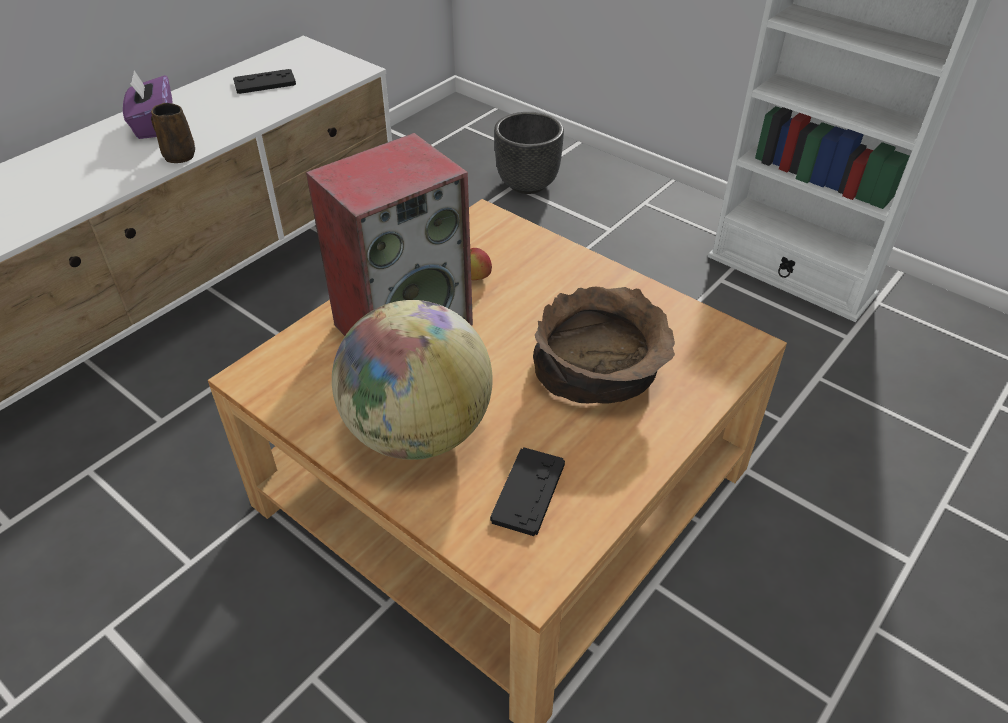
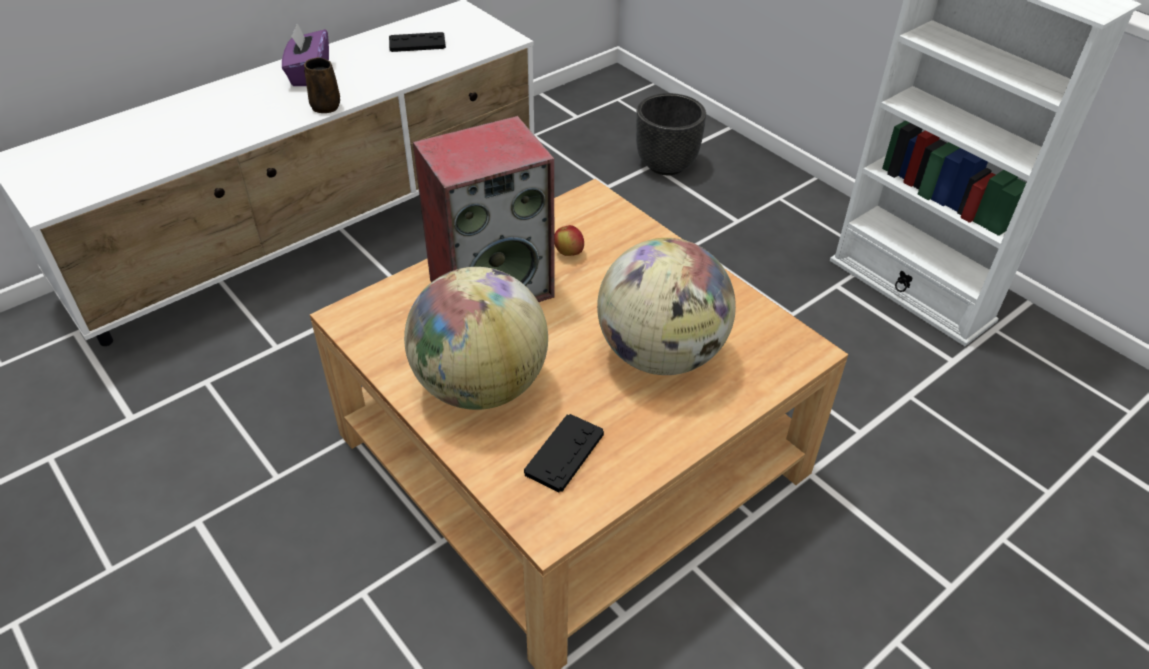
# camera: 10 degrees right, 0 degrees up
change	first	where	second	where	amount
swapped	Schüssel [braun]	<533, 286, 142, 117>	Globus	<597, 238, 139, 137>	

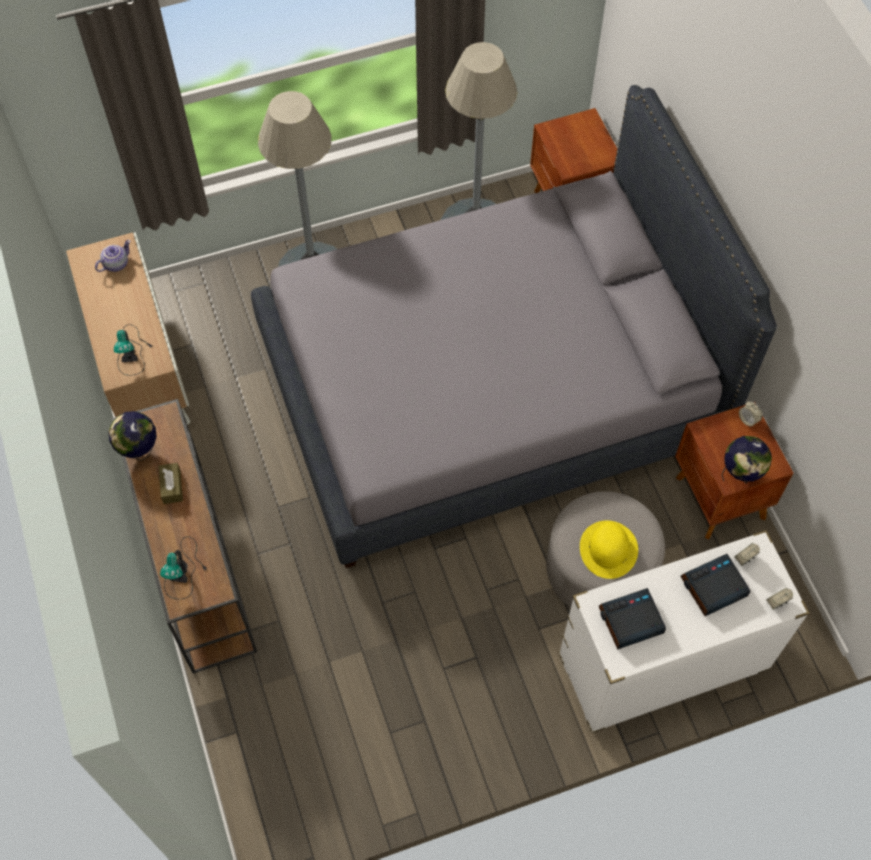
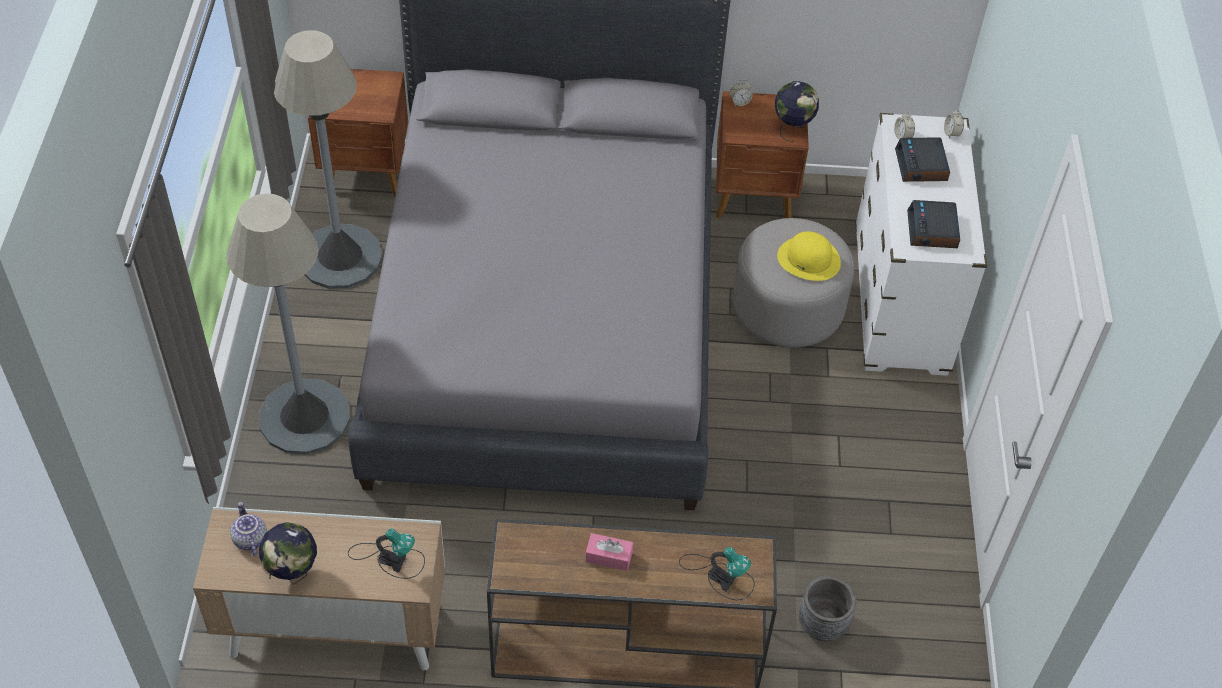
# camera: 70 degrees left, 10 degrees down
change	first	where	second	where	amount
new			Pflanzkübel [grau]	<799, 576, 57, 65>	
shifted	Globus	<108, 411, 49, 50>		<259, 522, 58, 63>	
repainted	Taschentuchbox [braun]	<159, 463, 24, 41>	Taschentuchbox [rosa]	<585, 533, 48, 38>	

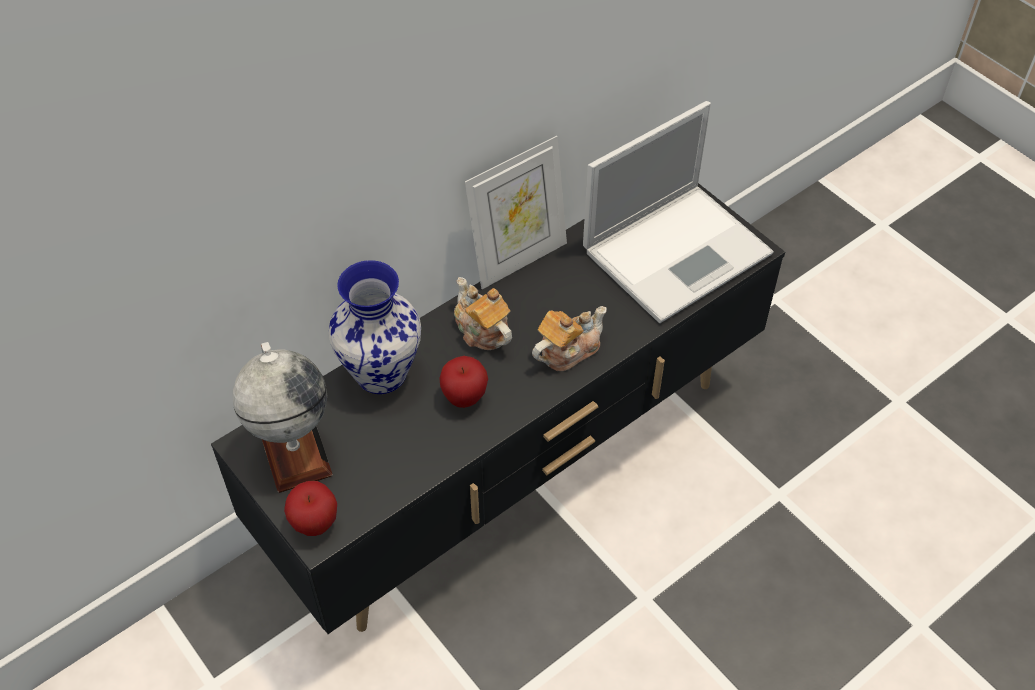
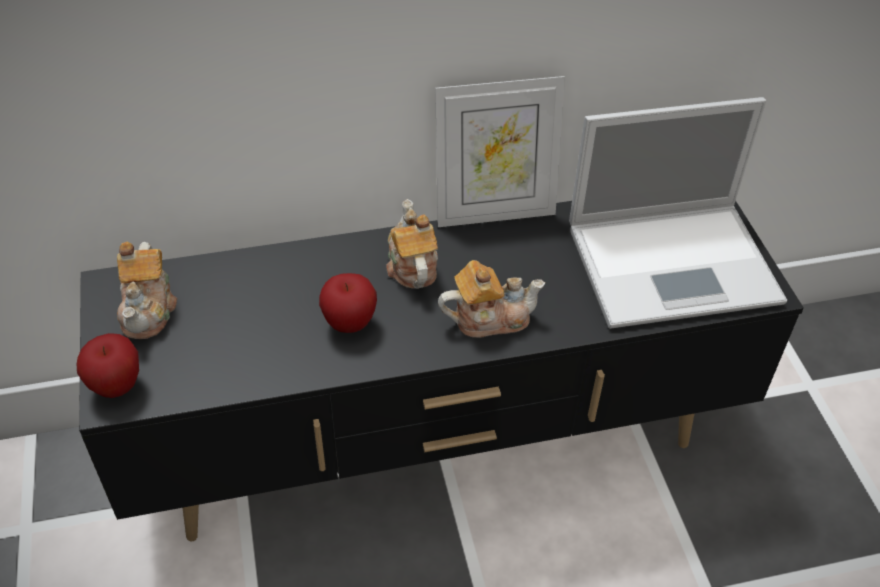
# camera: 25 degrees right, 5 degrees down
change	first	where	second	where	amount
gone	Vase	<328, 260, 93, 134>			
swapped	Globus	<232, 342, 101, 151>	Teekanne	<117, 242, 60, 97>	

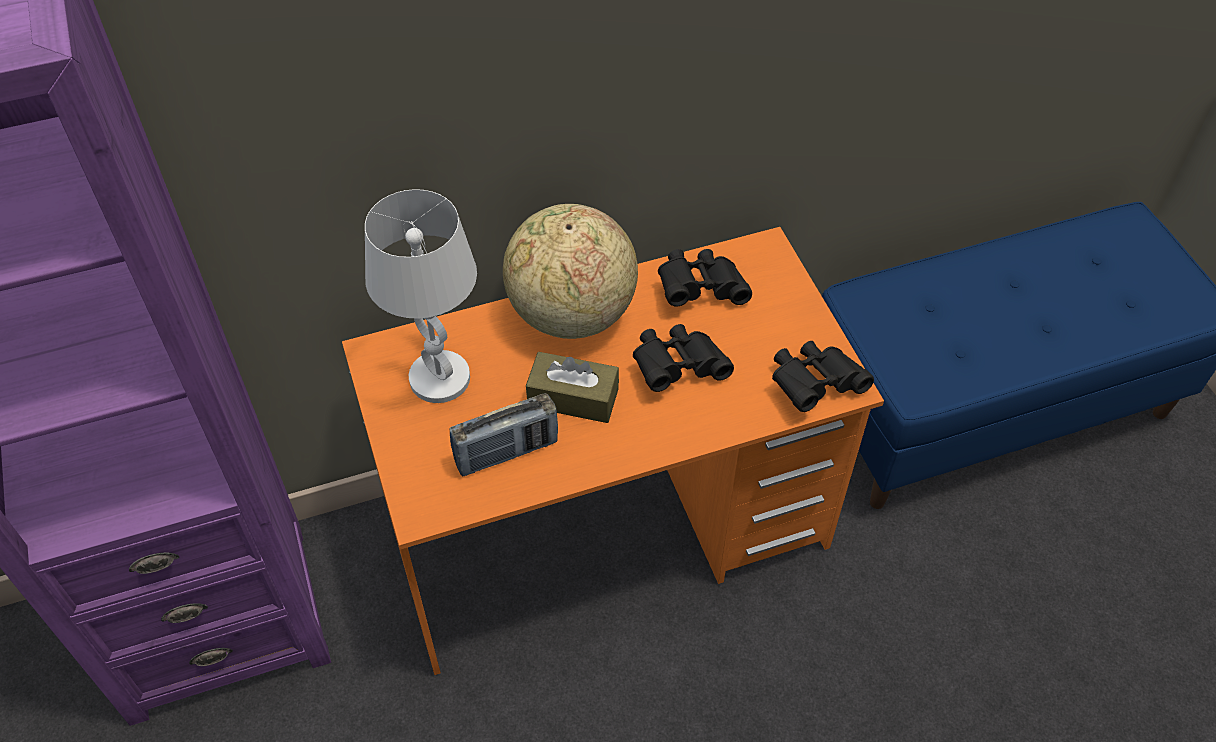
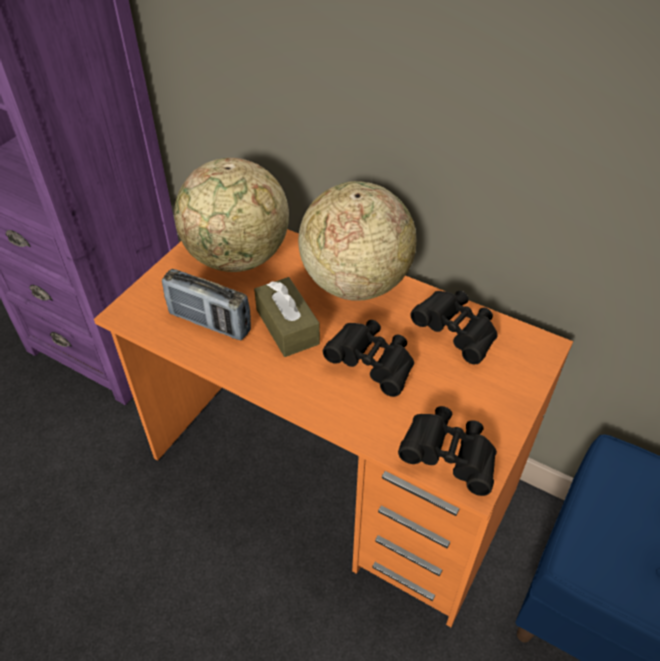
# camera: 50 degrees right, 5 degrees down
change	first	where	second	where	amount
swapped	Tischlampe [weiß]	<365, 189, 112, 214>	Globus	<174, 158, 115, 114>	

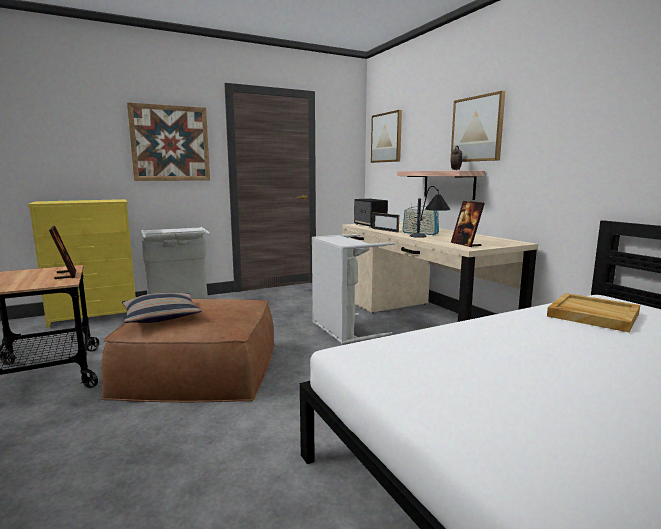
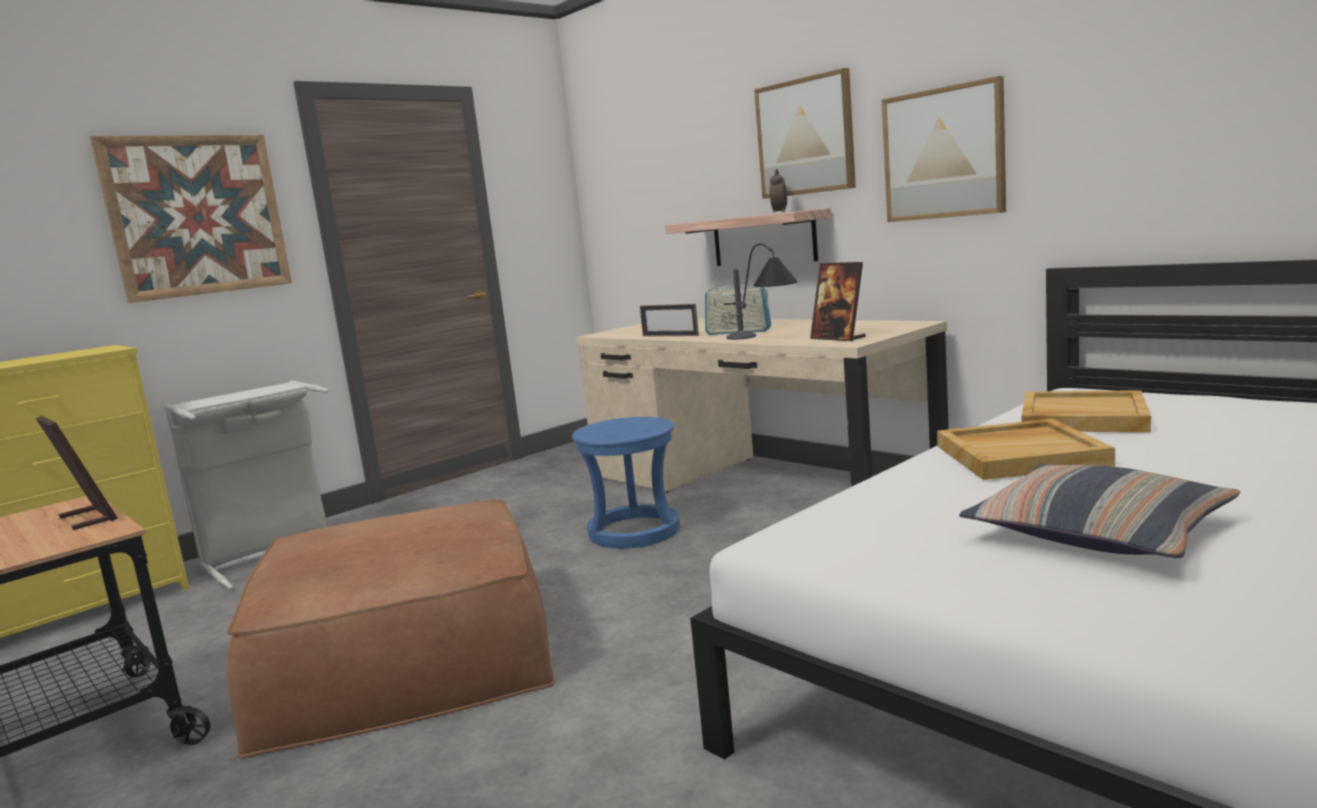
# camera: 15 degrees left, 0 degrees up
change	first	where	second	where	amount
gone	Lautsprecher	<354, 199, 34, 29>			
new			Tablett [beige]	<937, 419, 178, 61>	
shifted	Kissen	<122, 293, 80, 30>		<959, 464, 281, 94>	
shifted	Bild	<371, 110, 31, 53>		<882, 76, 124, 146>	
swapped	Wäschekorb [grau]	<312, 234, 83, 110>	Hocker [blau]	<572, 417, 108, 132>	

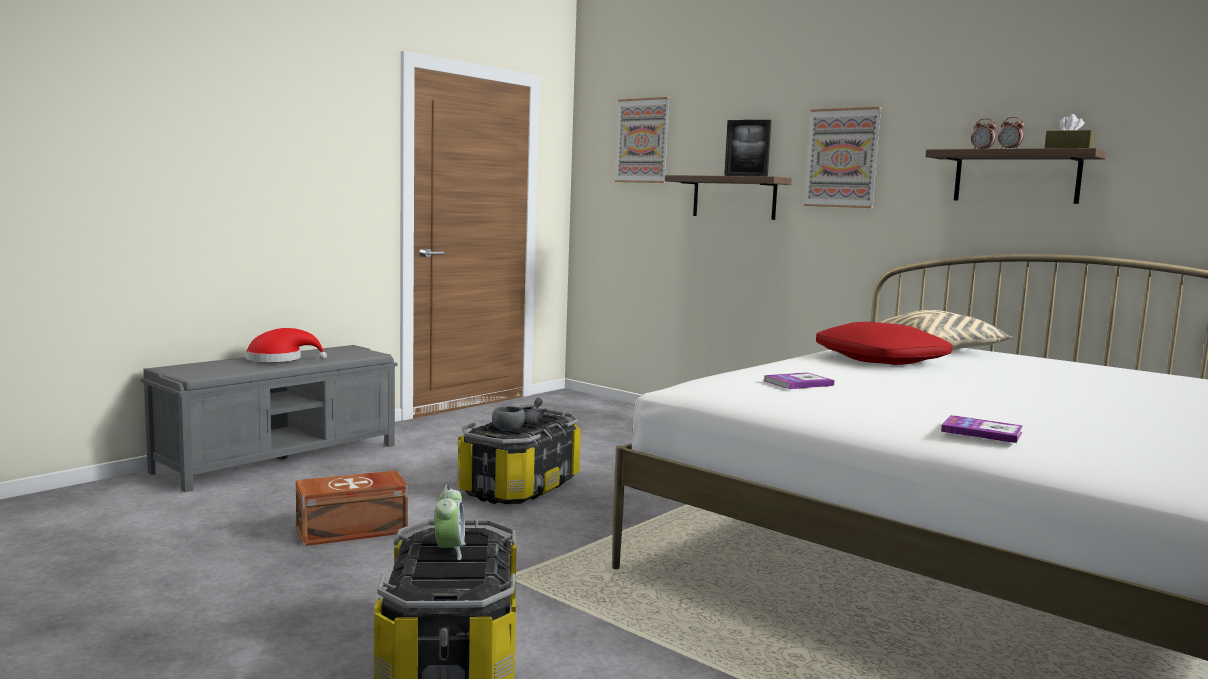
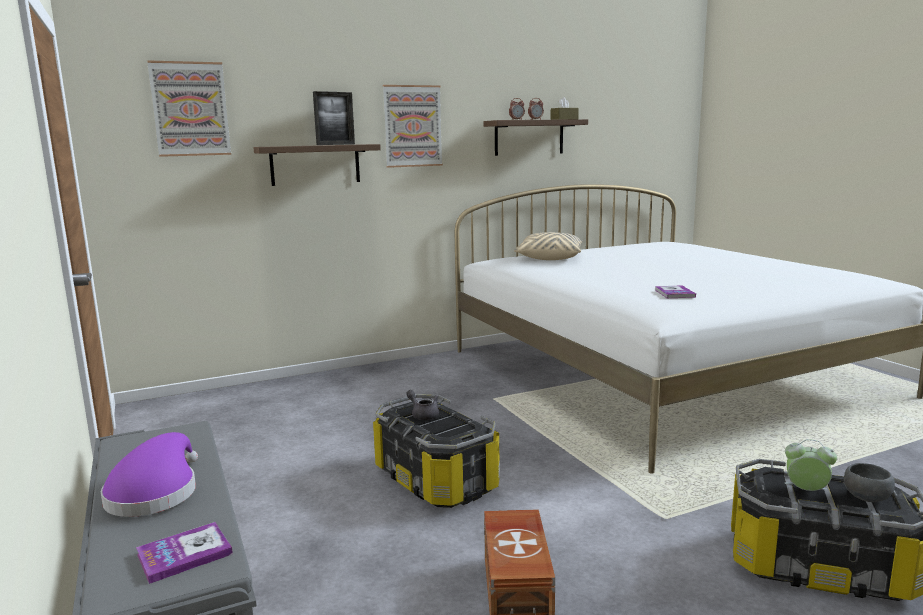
# camera: 65 degrees left, 5 degrees up
change	first	where	second	where	amount
gone	Kissen [rot]	<816, 322, 136, 43>			
shifted	Schüssel [grau]	<492, 406, 33, 25>		<844, 463, 51, 39>	
shifted	Buch	<941, 415, 82, 28>		<136, 522, 97, 62>	
repainted	Hut [rot]	<246, 328, 81, 34>	Hut [lila]	<101, 432, 97, 85>	

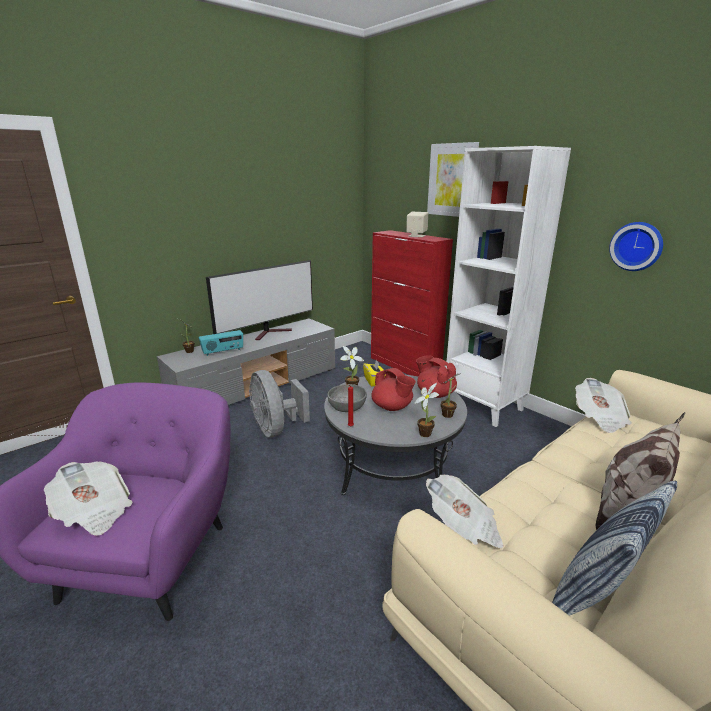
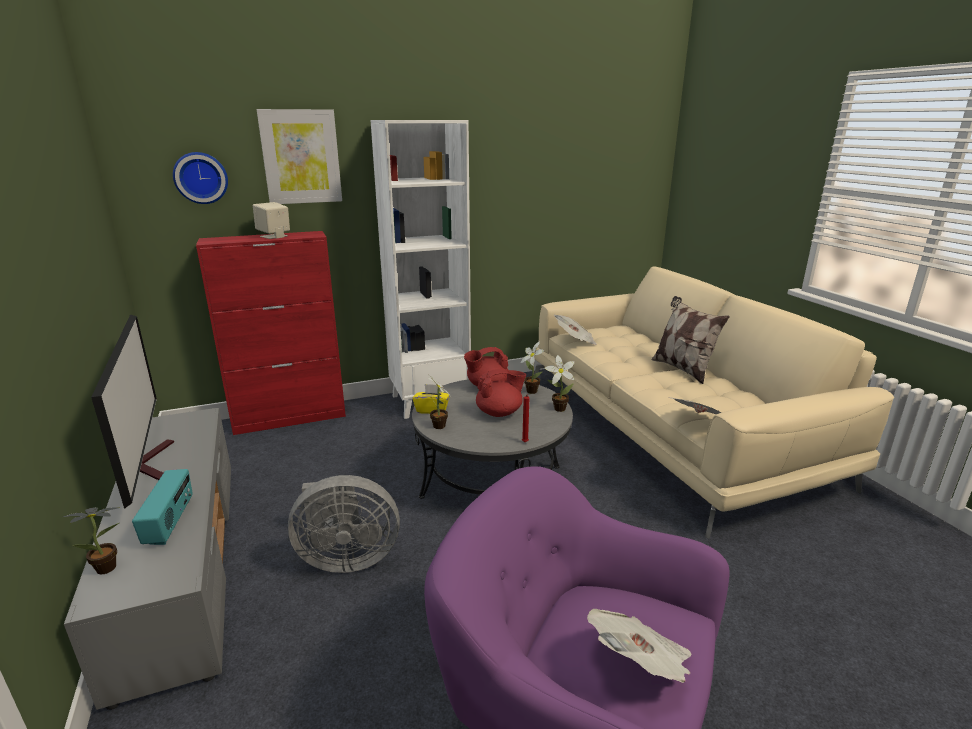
# camera: 70 degrees left, 0 degrees up
change	first	where	second	where	amount
gone	Schüssel [grau]	<327, 384, 40, 28>			
gone	Kissen	<552, 480, 125, 136>			
shifted	Wanduhr	<609, 222, 54, 49>		<173, 152, 55, 52>	

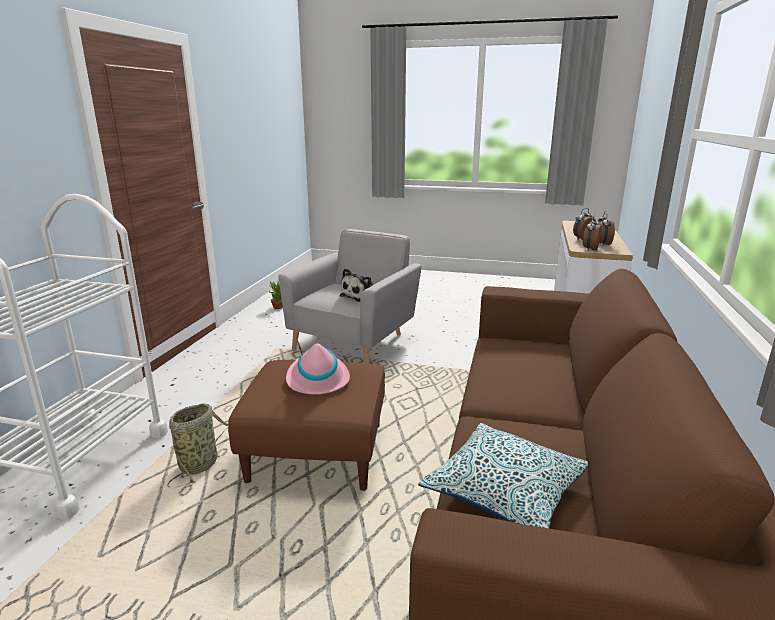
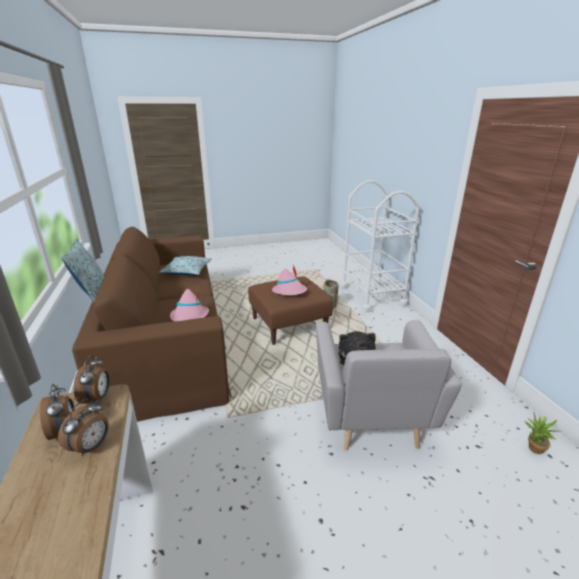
# camera: 150 degrees right, 5 degrees up
change	first	where	second	where	amount
new			Kissen	<61, 238, 43, 64>	
new			Hut [rosa]	<170, 286, 39, 36>	

